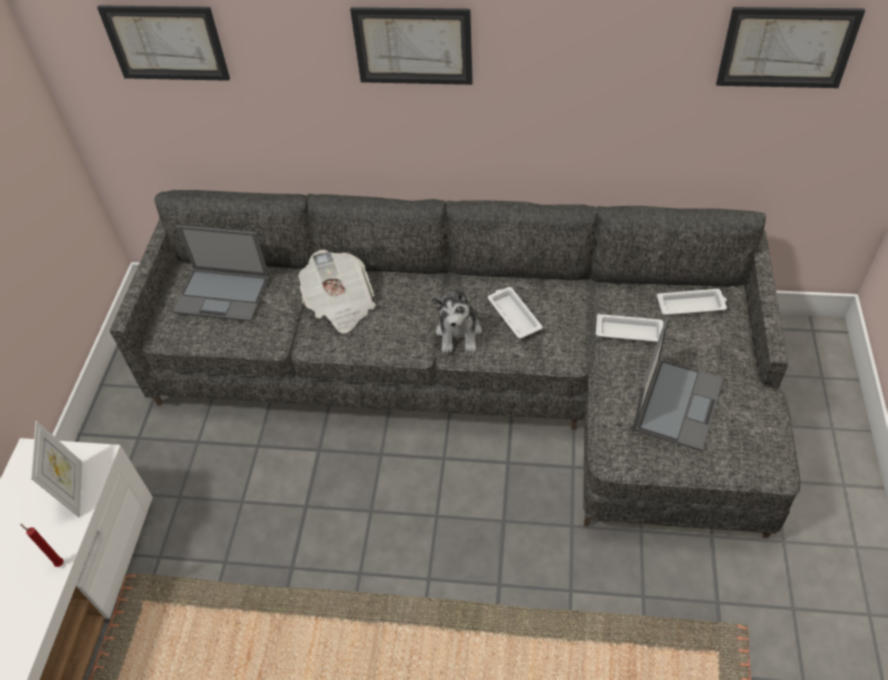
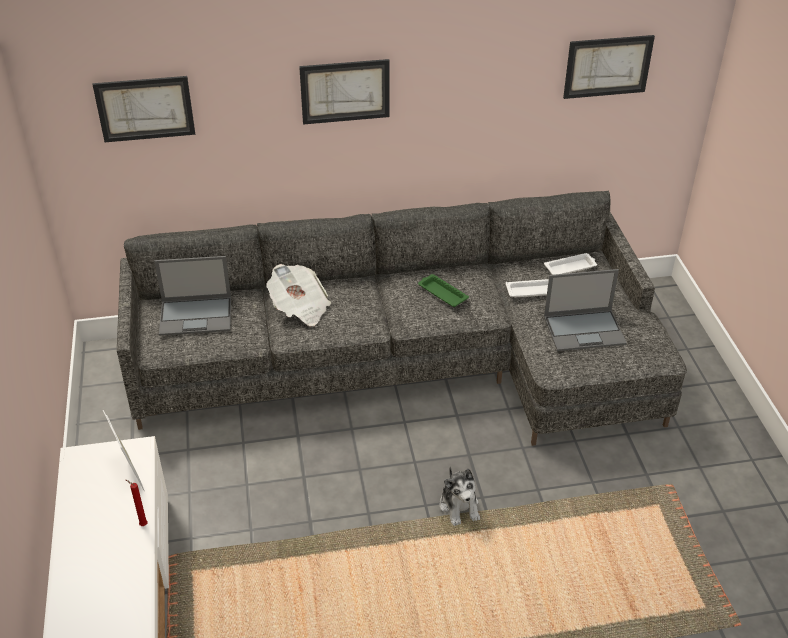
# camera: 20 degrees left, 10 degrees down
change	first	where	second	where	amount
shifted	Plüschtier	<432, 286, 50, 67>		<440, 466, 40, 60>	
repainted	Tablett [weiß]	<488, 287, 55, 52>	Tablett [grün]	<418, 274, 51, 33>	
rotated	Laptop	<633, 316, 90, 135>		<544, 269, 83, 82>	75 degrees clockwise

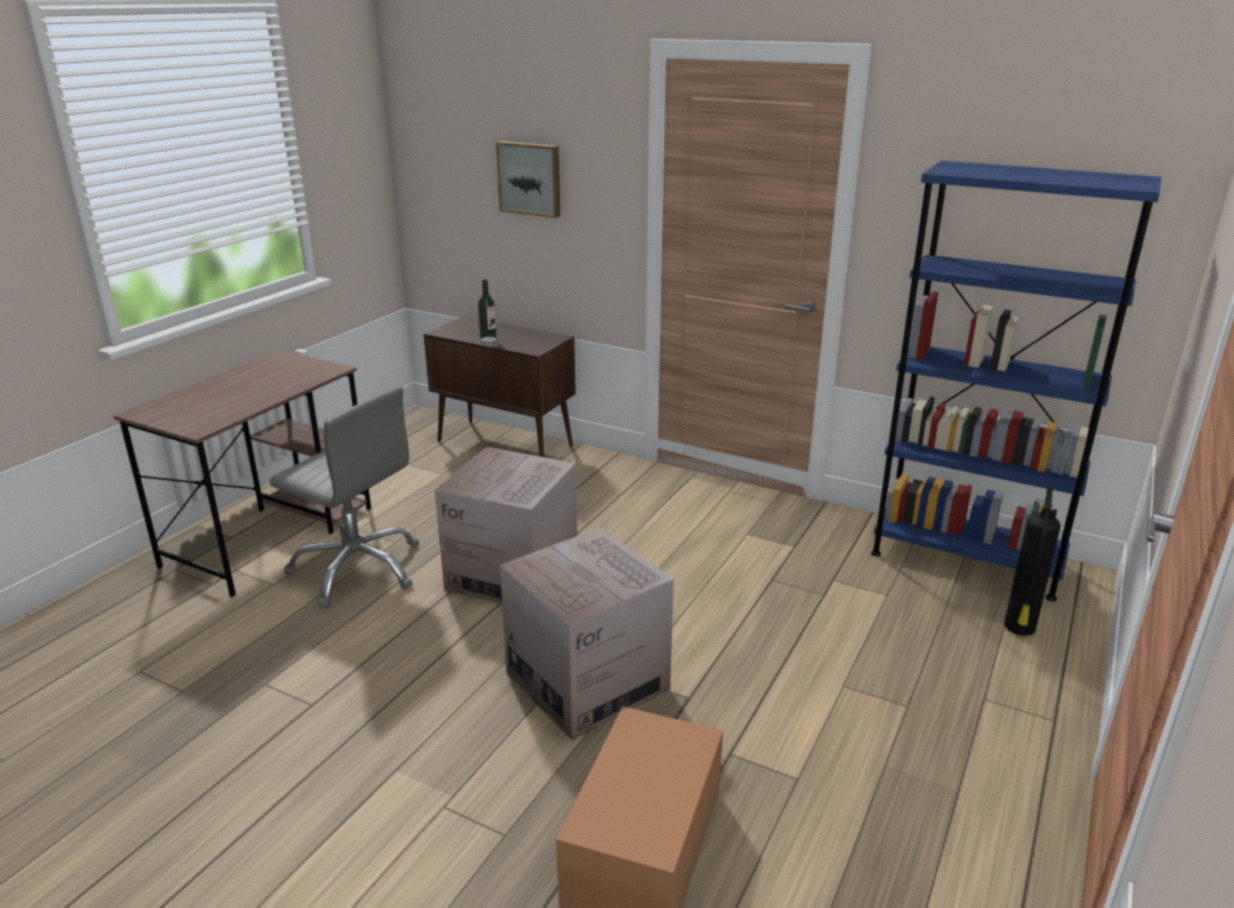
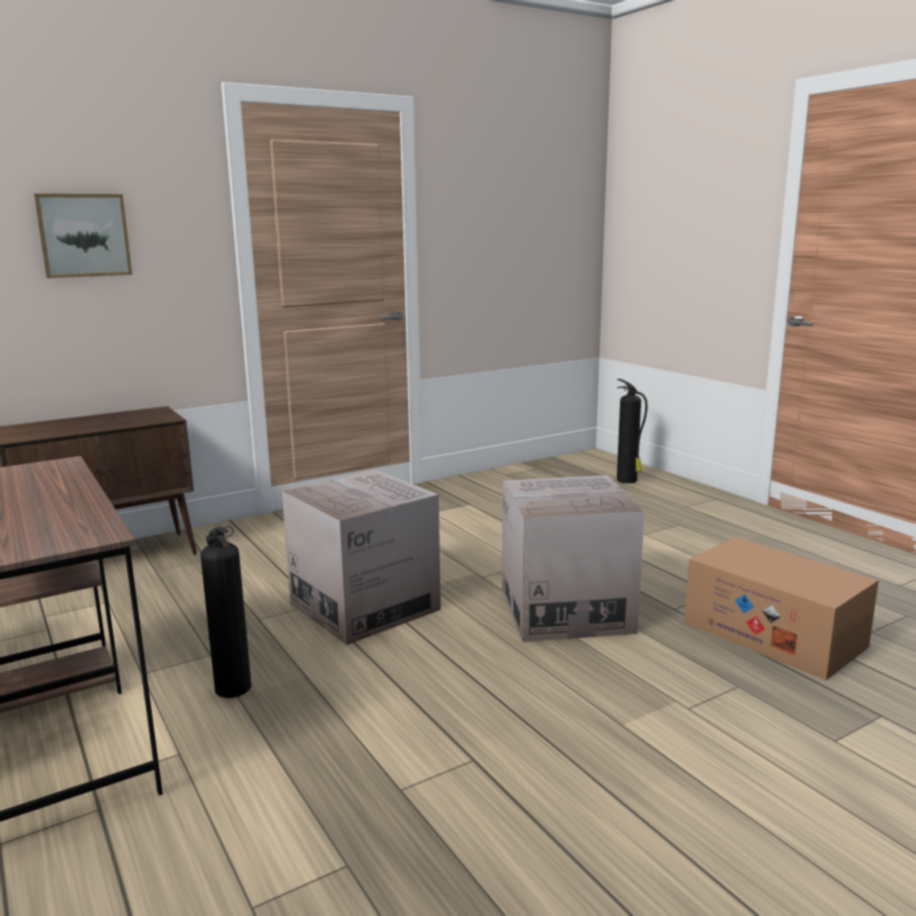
# camera: 60 degrees left, 10 degrees down
change	first	where	second	where	amount
gone	Flasche	<478, 279, 19, 63>			
gone	Bücherregal [blau]	<871, 161, 290, 441>			
swapped	Bürostuhl [grau]	<270, 387, 149, 221>	Feuerlöscher	<200, 526, 51, 172>	

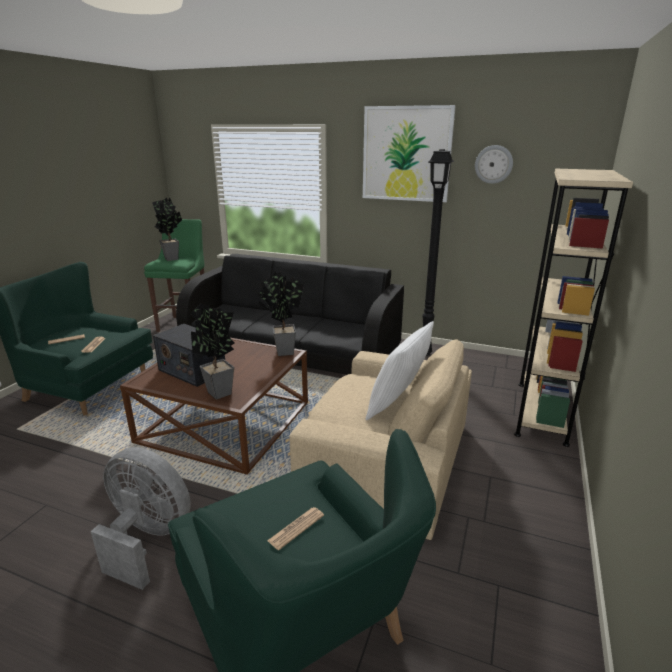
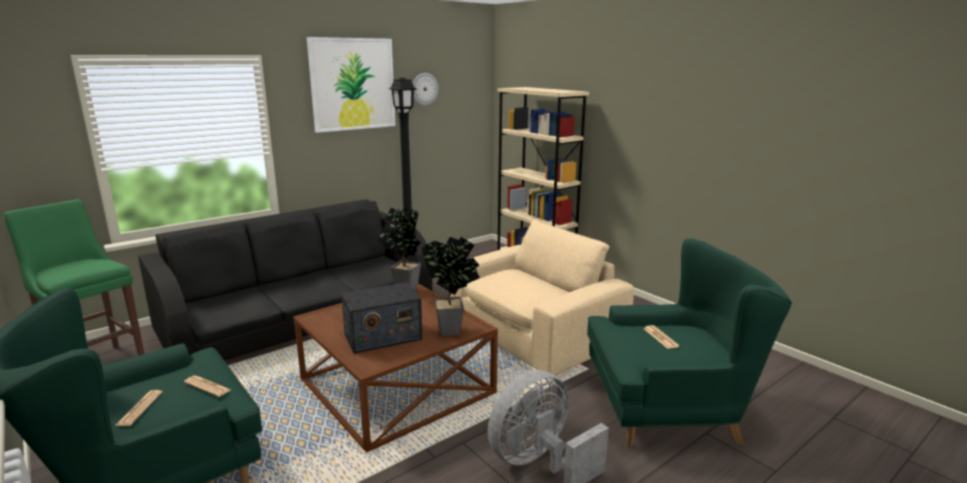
# camera: 60 degrees left, 5 degrees down
change	first	where	second	where	amount
gone	Topfpflanze	<152, 197, 30, 64>			
gone	Kissen [weiß]	<366, 321, 68, 99>			

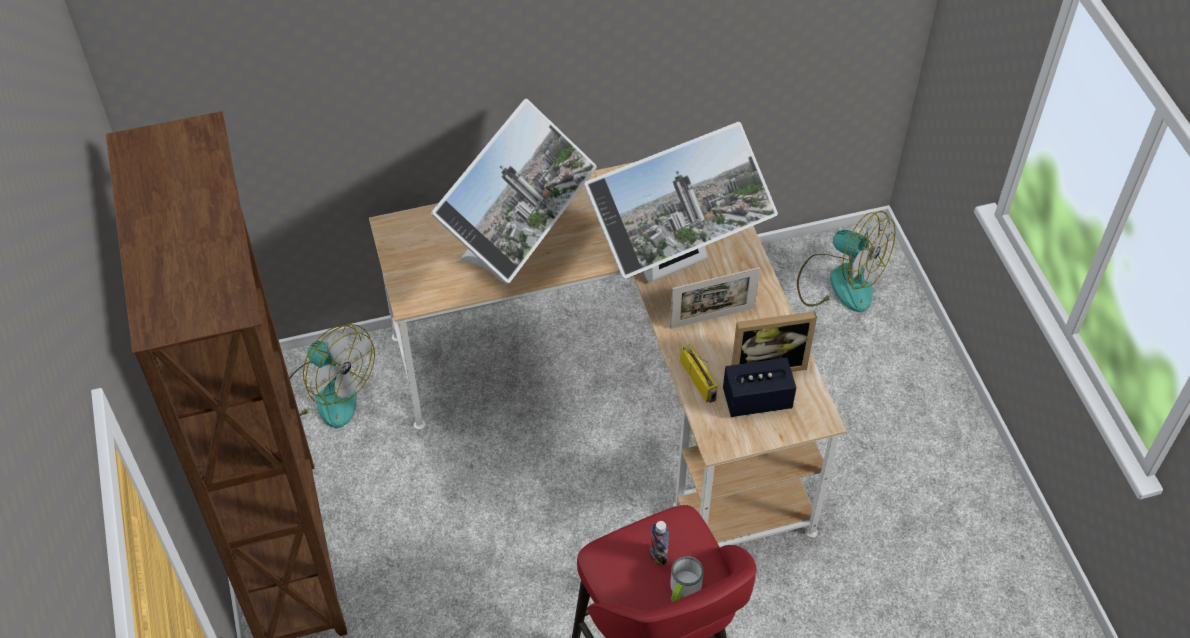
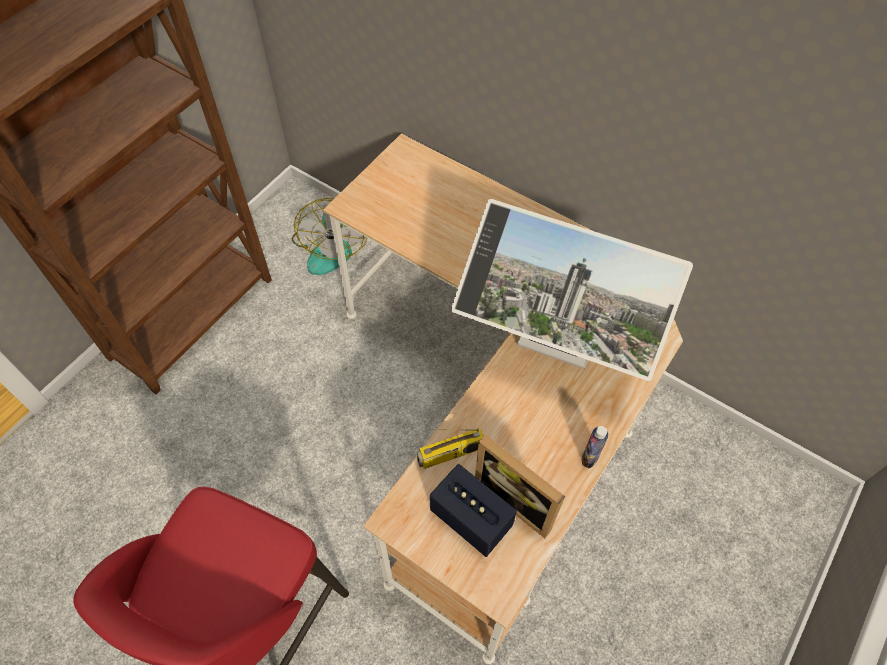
# camera: 50 degrees right, 5 degrees up
change	first	where	second	where	amount
gone	Monitor	<431, 99, 166, 185>			
gone	Bilderrahmen	<670, 267, 90, 62>			
gone	Henkelbecher	<670, 556, 34, 46>			
gone	Ventilator	<797, 211, 98, 101>			
shifted	Flasche	<650, 521, 19, 45>		<582, 426, 26, 42>	
rotated	Radio	<680, 344, 38, 59>		<417, 428, 66, 41>	45 degrees clockwise

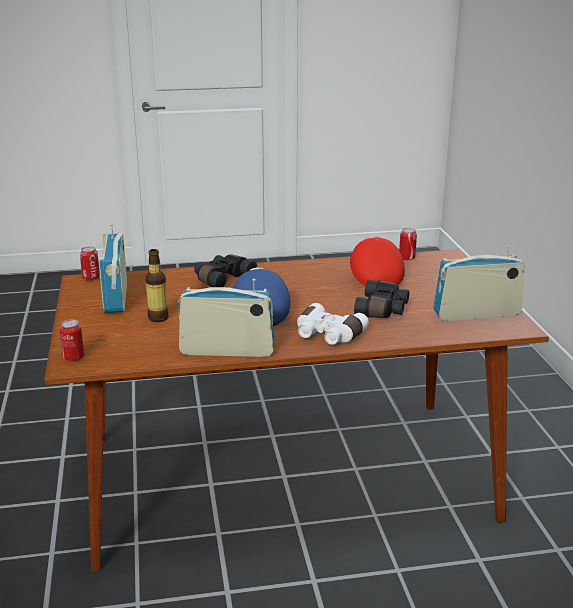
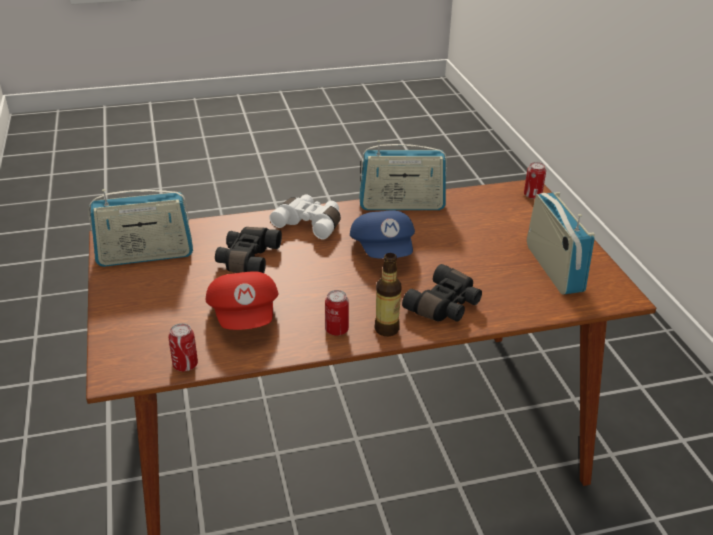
# camera: 175 degrees right, 10 degrees up
change	first	where	second	where	amount
shifted	Dose	<80, 246, 20, 35>		<325, 290, 24, 46>	
shifted	Flasche	<145, 249, 24, 73>		<374, 253, 28, 83>	

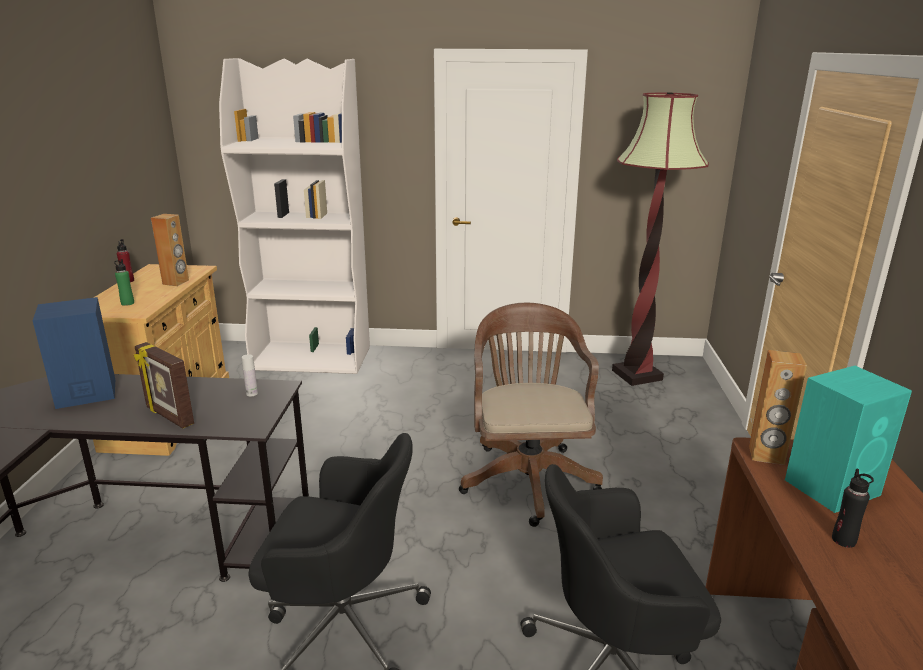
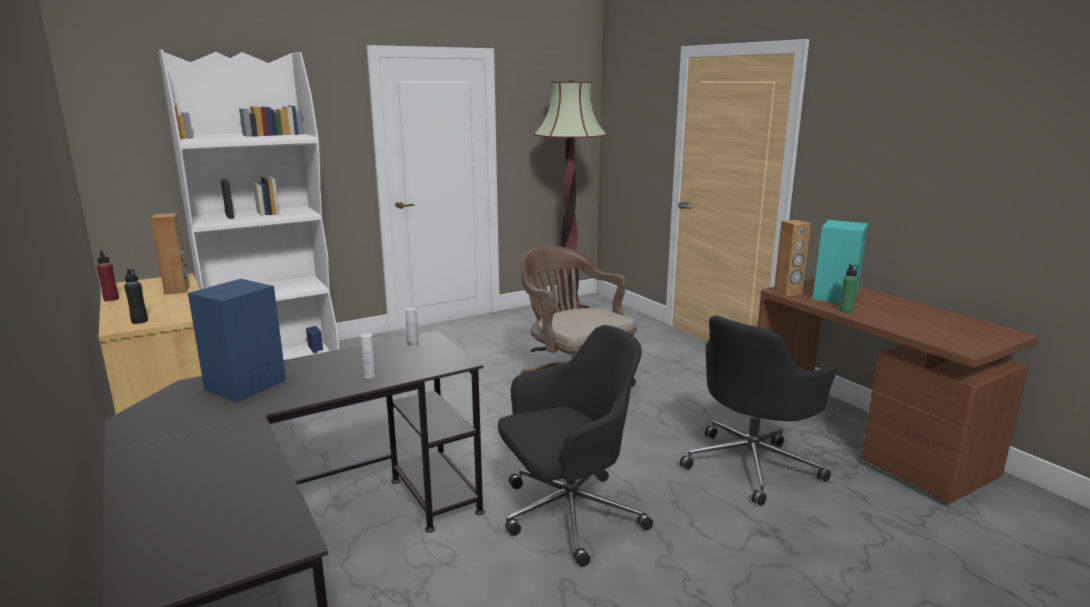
# camera: 35 degrees left, 5 degrees down
change	first	where	second	where	amount
shifted	Flasche [grün]	<114, 259, 20, 47>		<839, 264, 19, 49>	
shifted	Flasche [schwarz]	<832, 469, 42, 79>		<124, 269, 24, 55>	
swapped	Bilderrahmen	<134, 342, 60, 87>	Flasche [weiß]	<360, 333, 16, 46>	

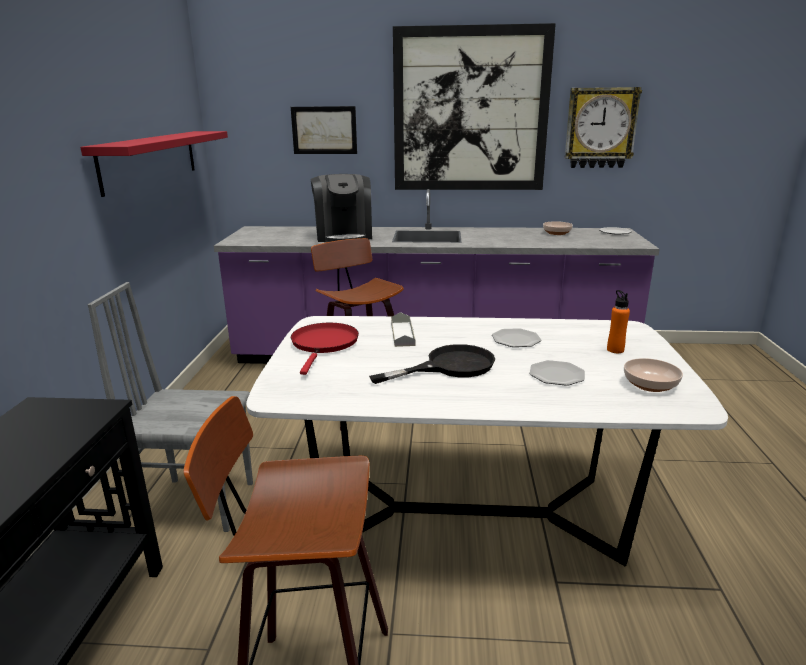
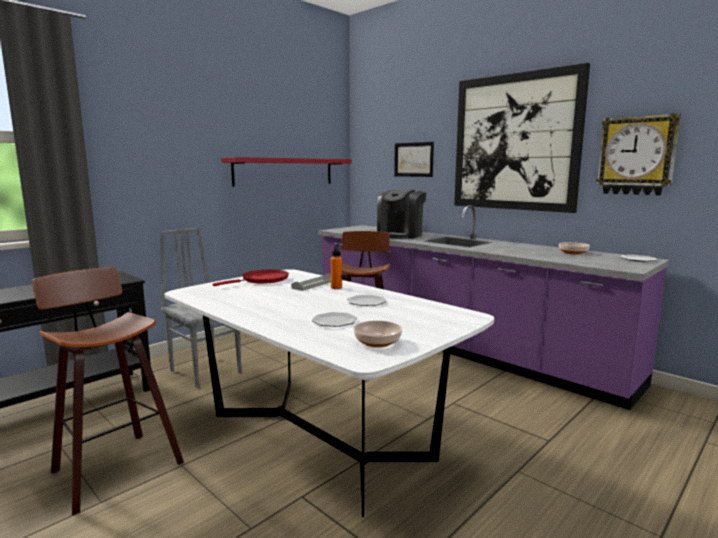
# camera: 40 degrees right, 10 degrees down
change	first	where	second	where	amount
gone	Pfanne [schwarz]	<369, 344, 126, 40>			
shifted	Flasche [orange]	<607, 290, 23, 63>		<330, 245, 12, 44>	

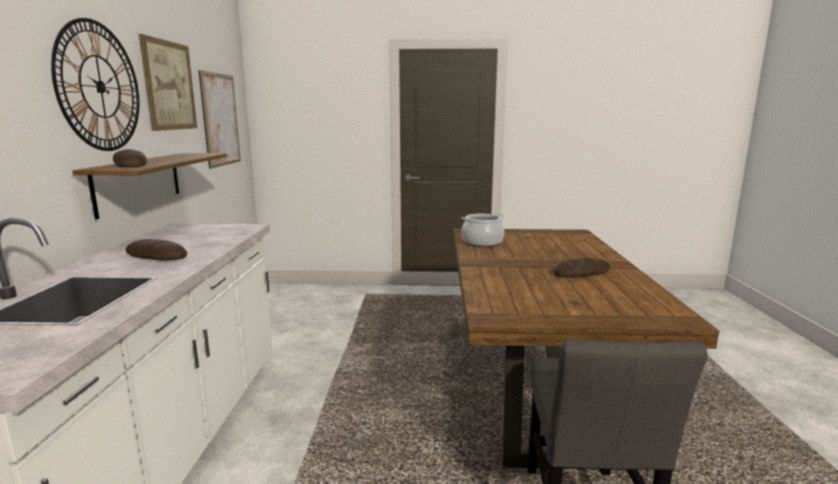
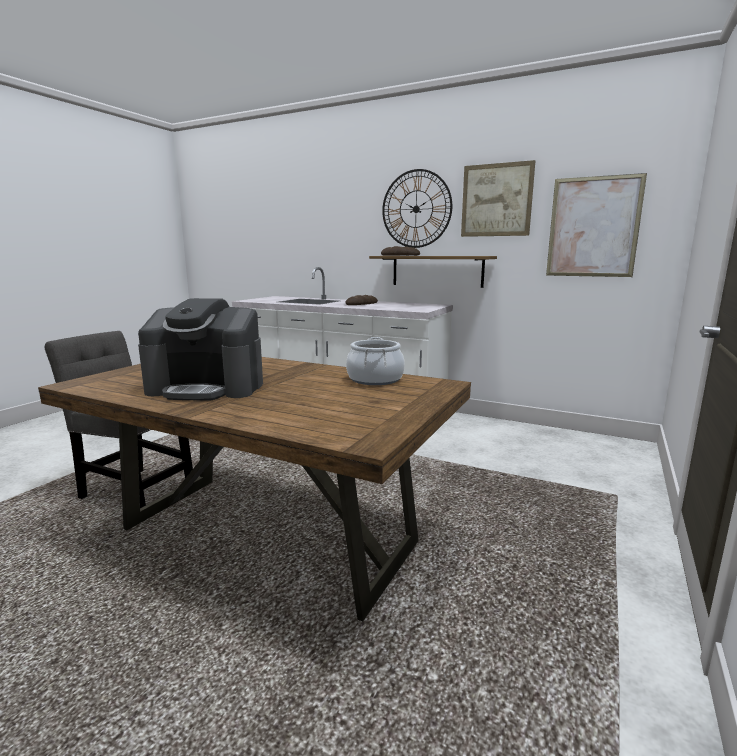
# camera: 115 degrees right, 0 degrees up
change	first	where	second	where	amount
swapped	Brot	<553, 258, 57, 20>	Kaffeemaschine	<138, 298, 125, 103>	

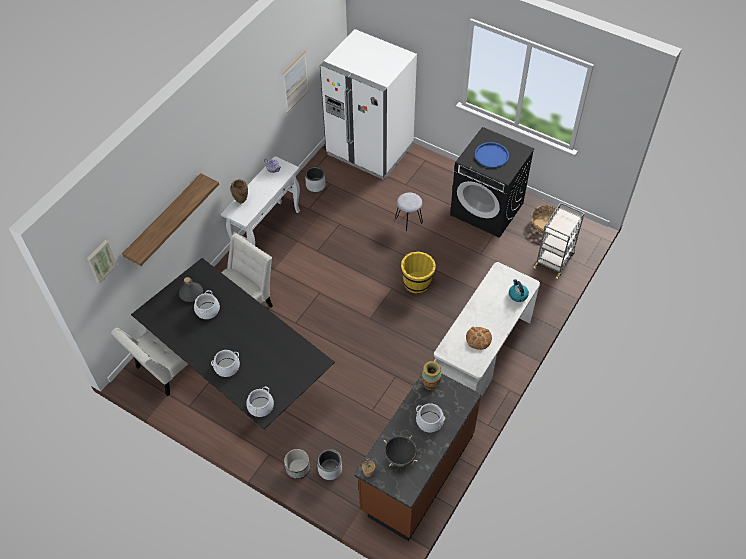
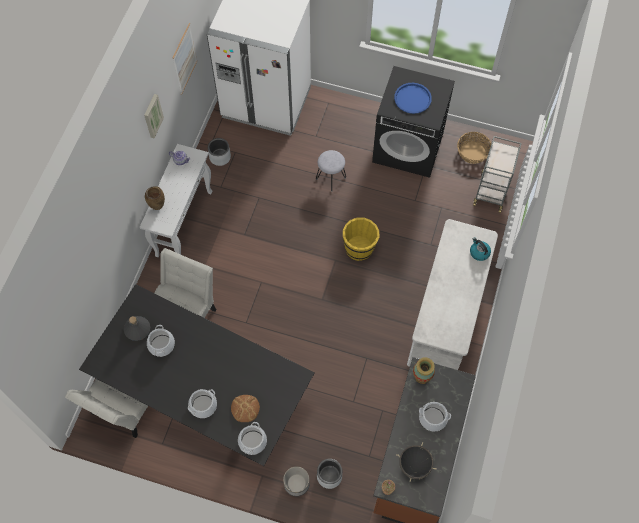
# camera: 15 degrees left, 10 degrees up
change	first	where	second	where	amount
gone	Wandregal	<122, 174, 97, 92>			
shifted	Bild	<87, 240, 31, 43>		<144, 94, 20, 44>	
shifted	Brot	<466, 327, 26, 23>		<231, 395, 29, 27>	

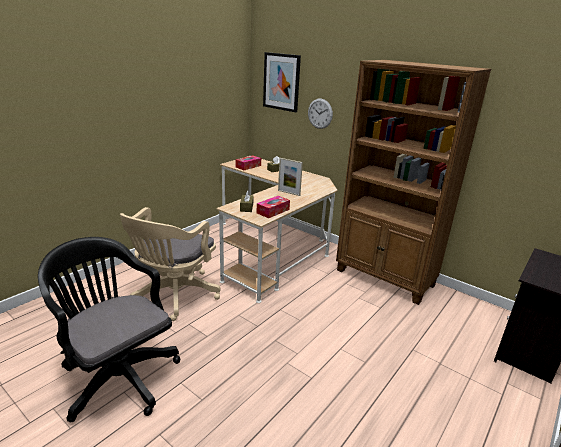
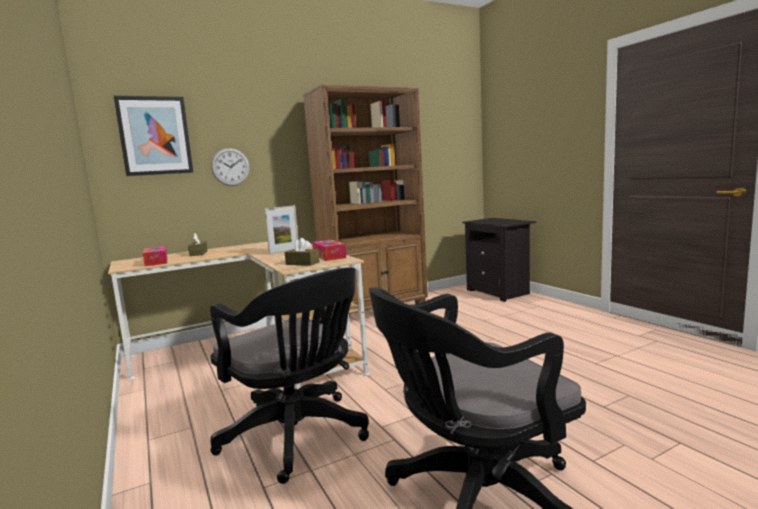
# camera: 65 degrees left, 15 degrees down
change	first	where	second	where	amount
repainted	Bürostuhl [beige]	<120, 207, 100, 114>	Bürostuhl [schwarz]	<210, 267, 159, 217>	

